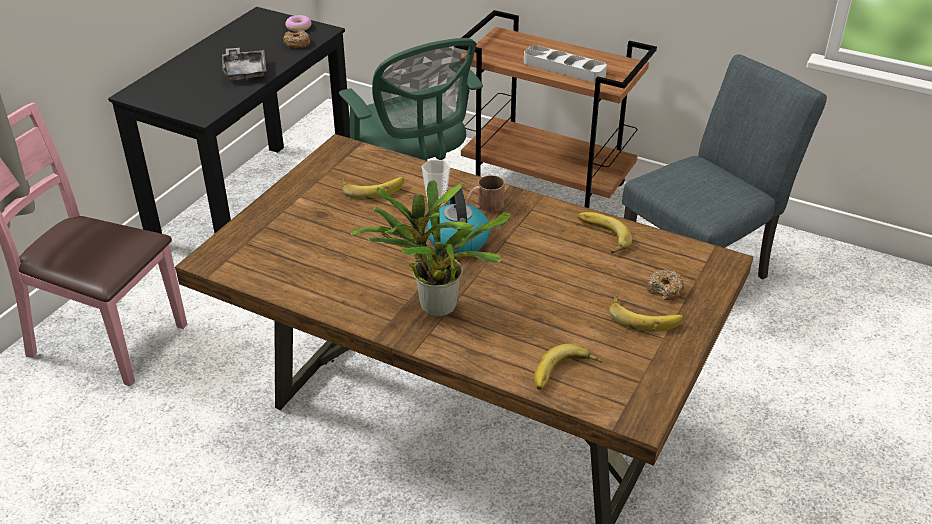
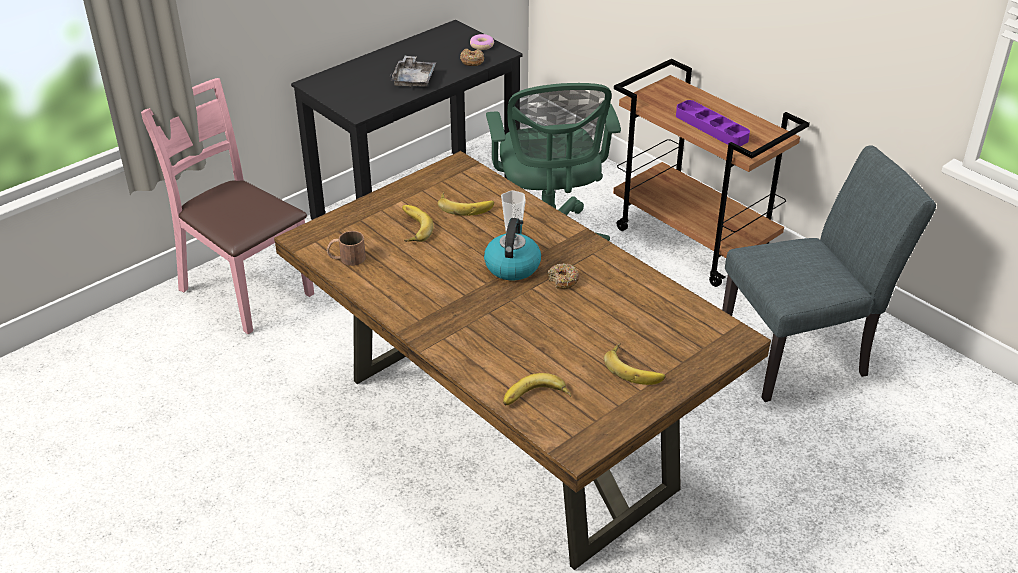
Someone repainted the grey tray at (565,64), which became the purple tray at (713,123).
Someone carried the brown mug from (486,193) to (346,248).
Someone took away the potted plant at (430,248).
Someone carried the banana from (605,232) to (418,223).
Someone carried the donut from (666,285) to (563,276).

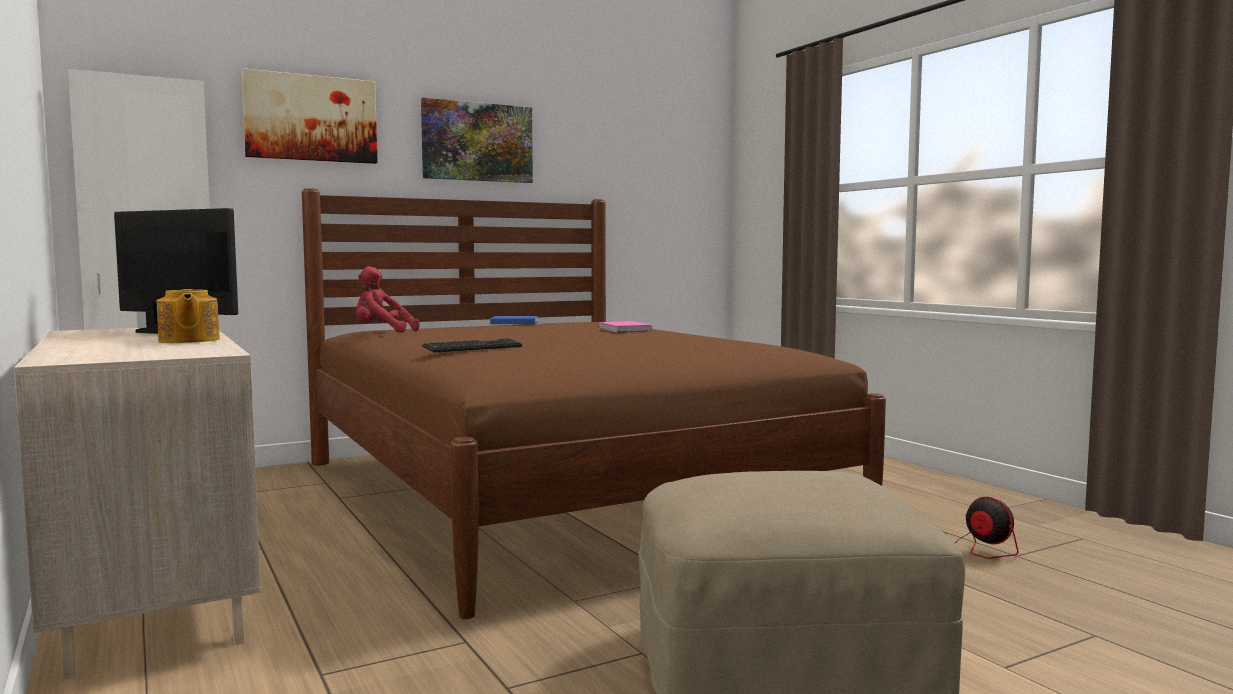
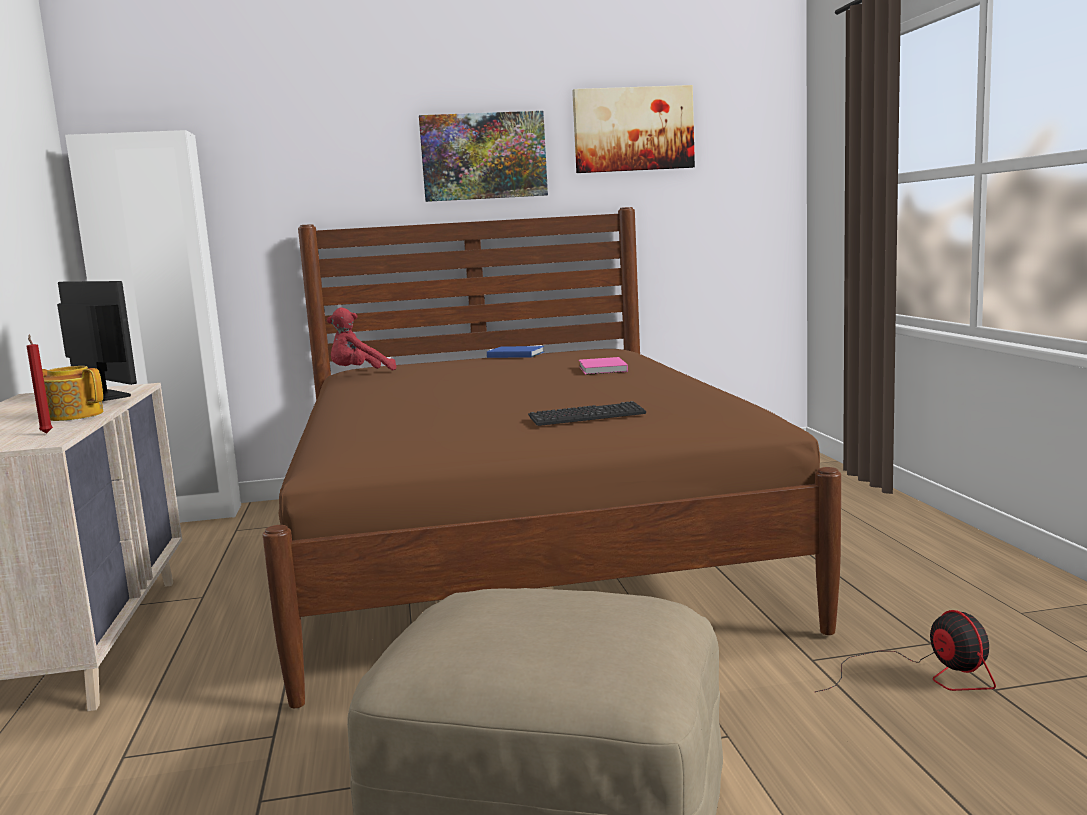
Someone carried the picture from (310,116) to (633,129).
Someone rotated the red plush toy at (387,299) by 60 degrees counterclockwise.
Someone rotated the teapot at (188,316) by 120 degrees clockwise.
Someone carried the keyboard from (472,345) to (587,413).
Someone put down the red candle at (39,384).

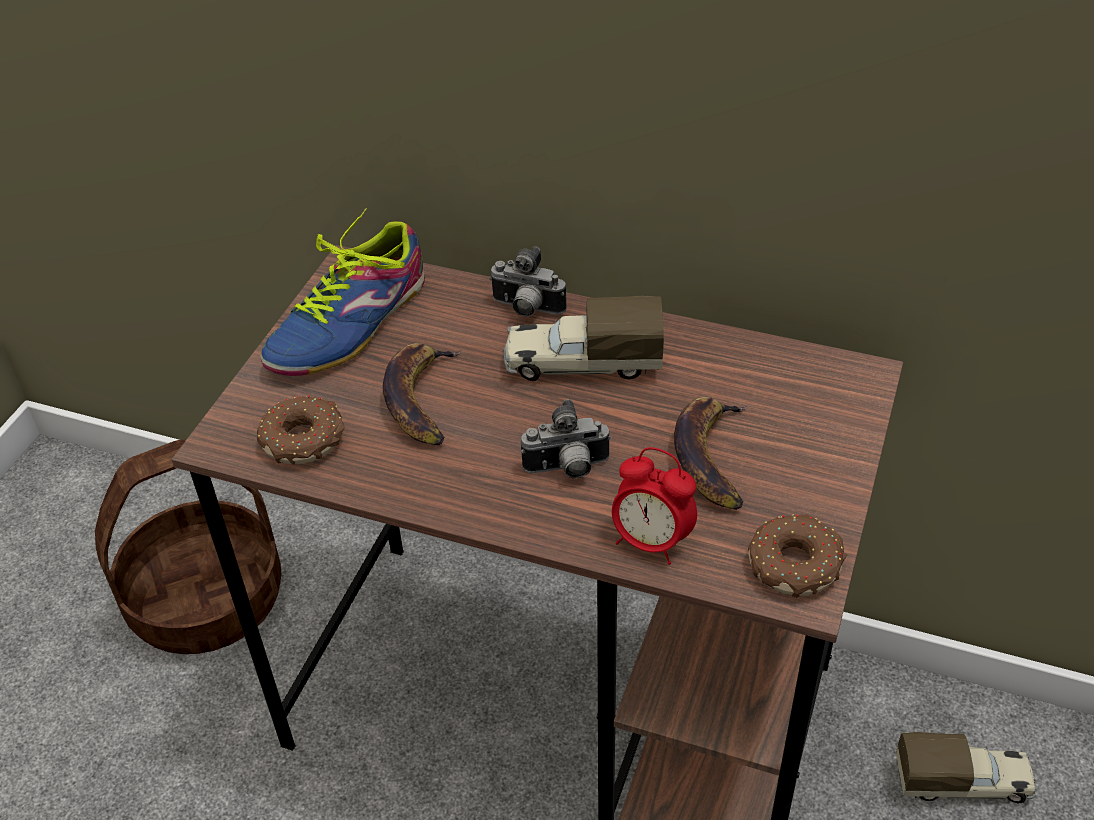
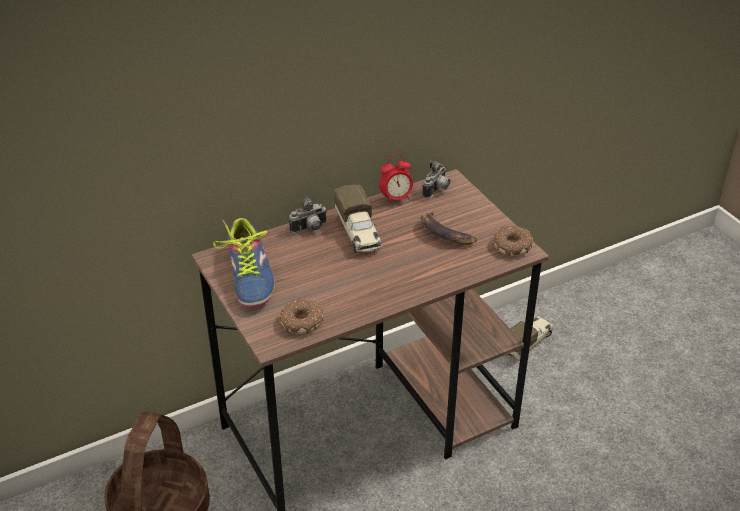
Someone rotated the toy truck at (583,338) by 60 degrees counterclockwise.
Someone took away the banana at (422,394).
Someone carried the photo camera from (566,439) to (436,179).
Someone carried the alarm clock from (654,506) to (396,180).

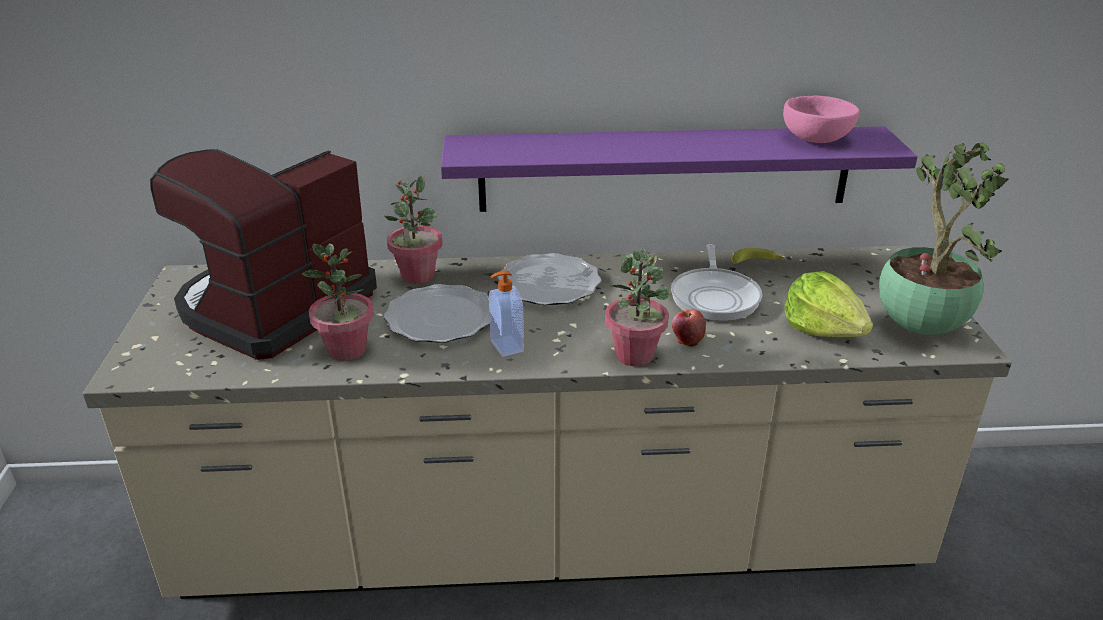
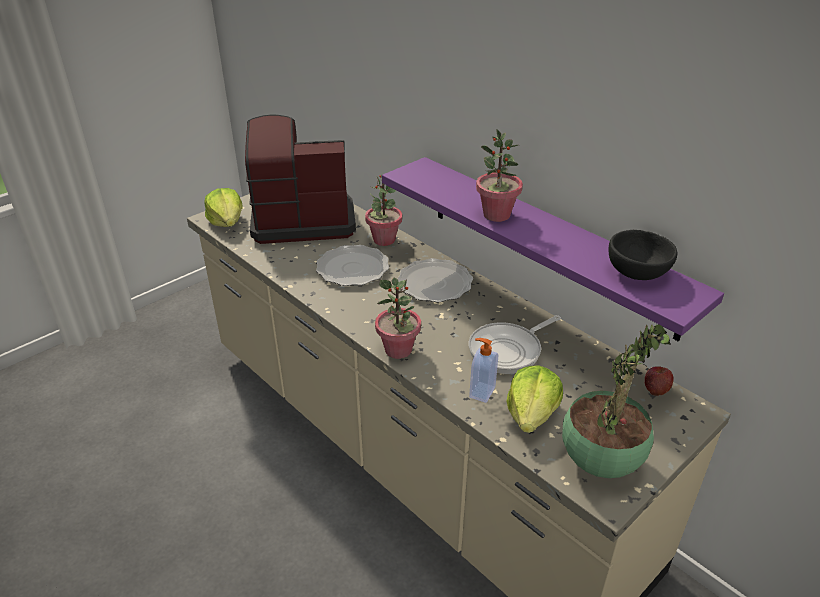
Someone repainted the pink bowl at (821,119), which became the black bowl at (643,255).
Someone carried the potted plant from (337,302) to (499,176).
Someone took away the banana at (758,256).
Someone carried the soap dispenser from (506,313) to (483,370).
Someone carried the apple from (689,328) to (659,381).
Someone put down the lettuce at (223,207).

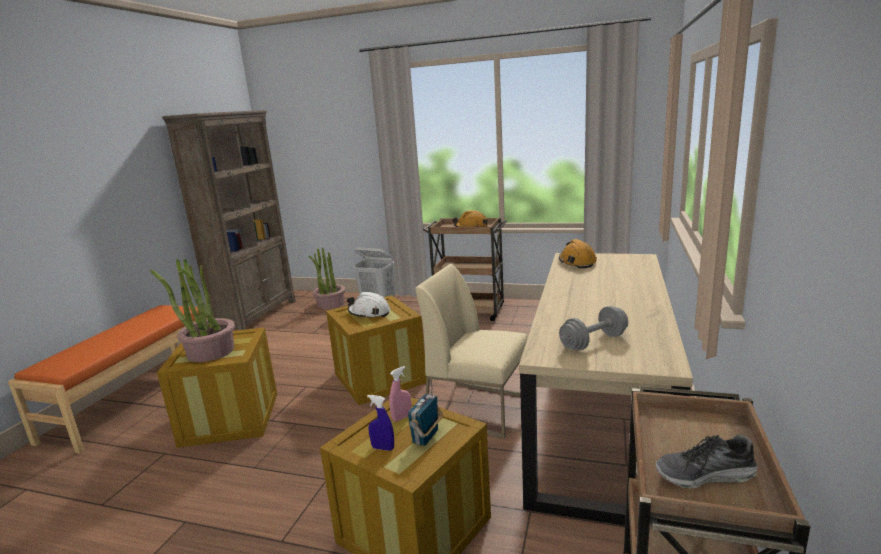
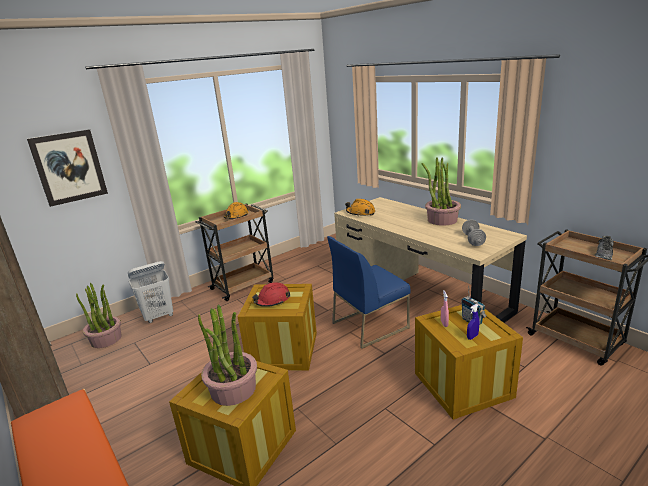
Someone repainted the beige chair at (471,351), which became the blue chair at (368,292).
Someone repainted the white hard hat at (368,305), which became the red hard hat at (271,294).
Someone put up the picture at (67,168).
Someone put down the potted plant at (441,191).

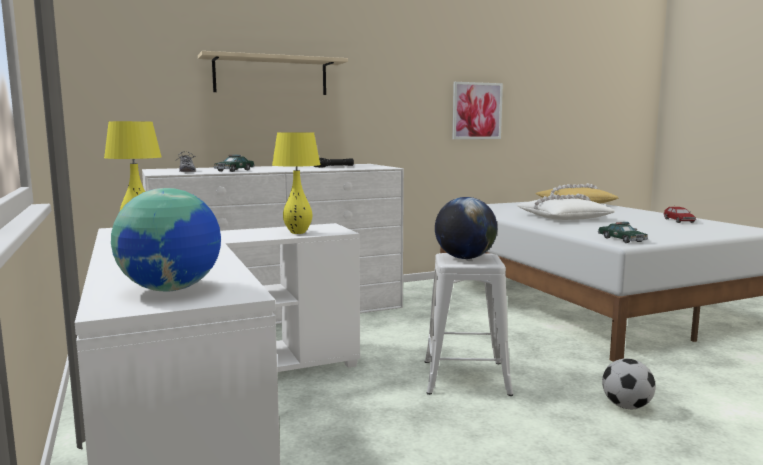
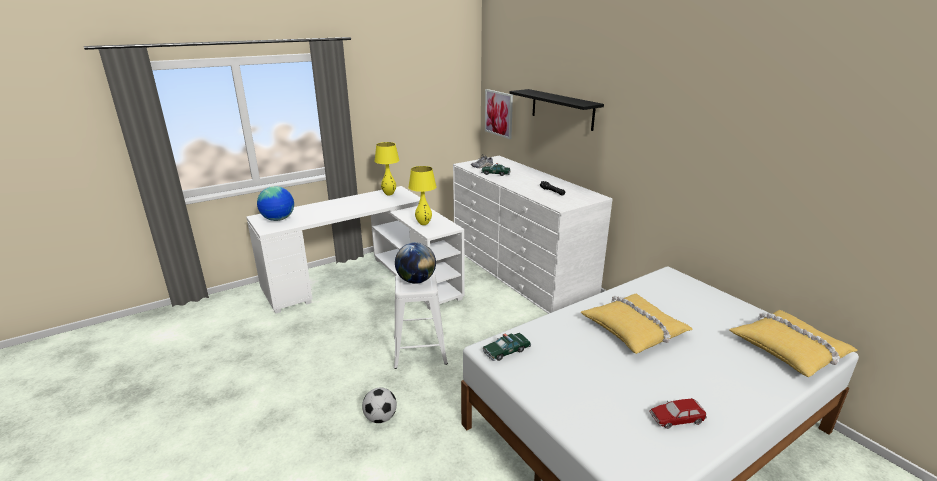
Someone repainted the beige shelf at (273,73), which became the black shelf at (557,110).
Someone carried the picture from (477,110) to (499,114).
Someone repainted the white pillow at (565,207), which became the yellow pillow at (637,324).

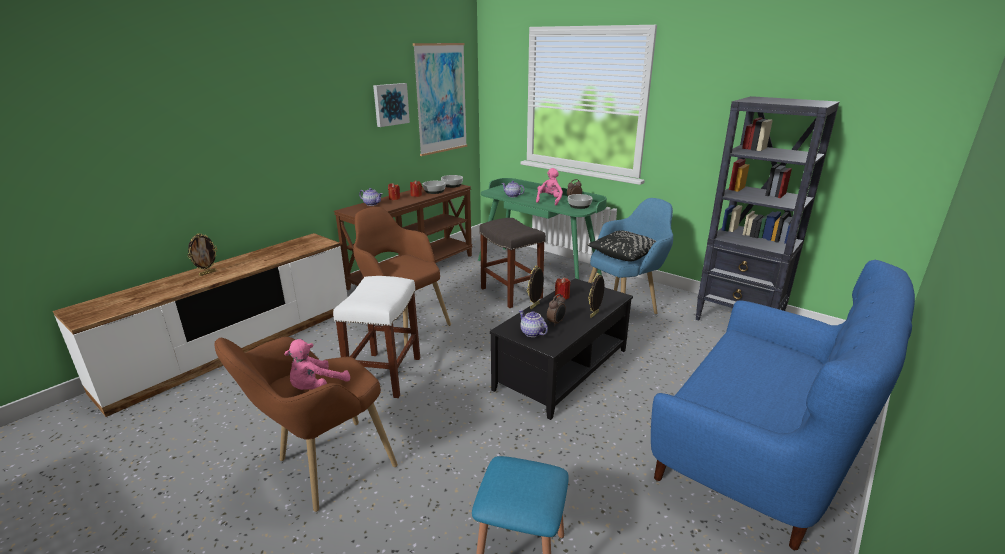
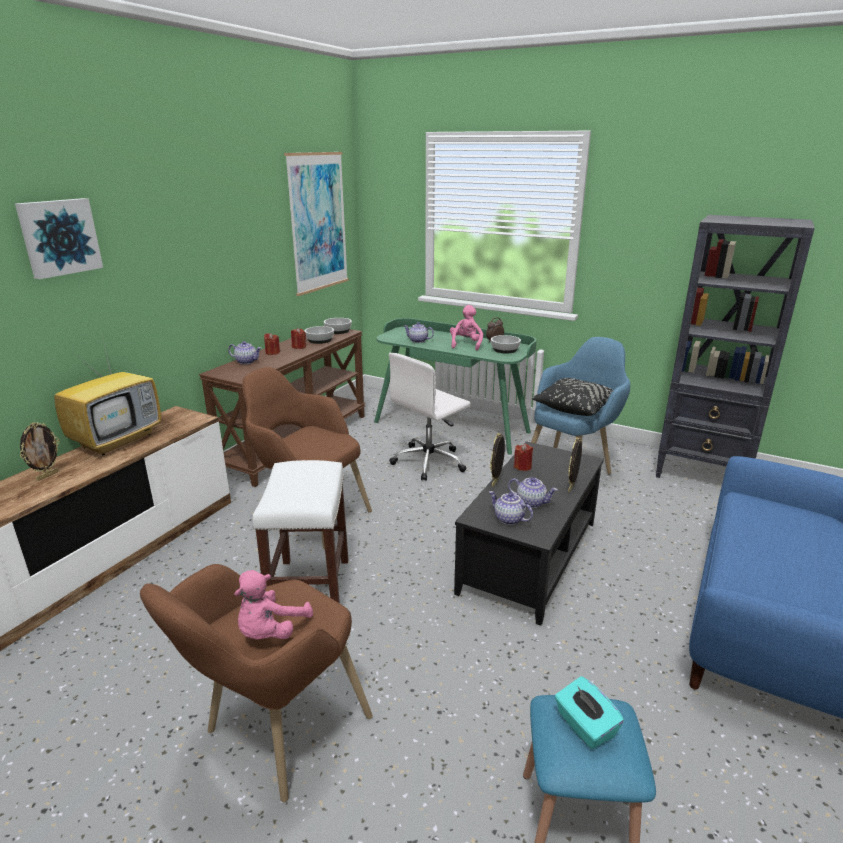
Someone carried the picture from (391,105) to (59,238).
Someone swapped the grey stool at (512,263) for the white office chair at (430,417).
Someone swapped the alarm clock at (556,310) for the teapot at (532,492).
Someone put down the television at (107,395).
Someone put down the turquoise tissue box at (589,712).

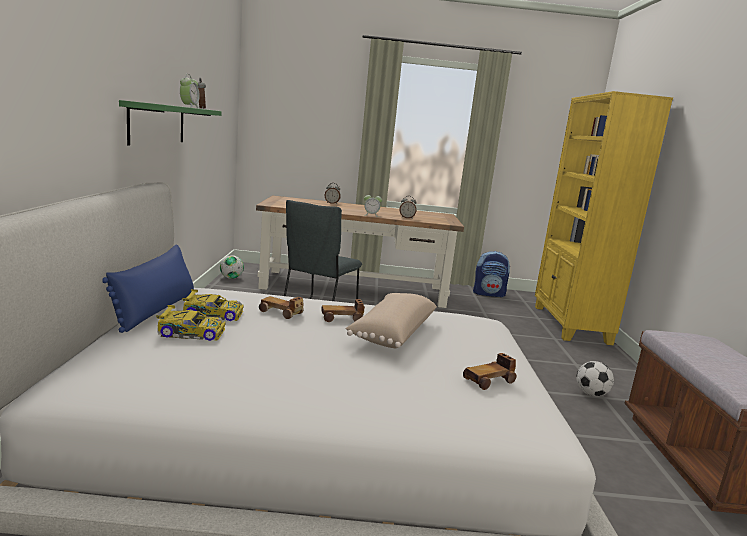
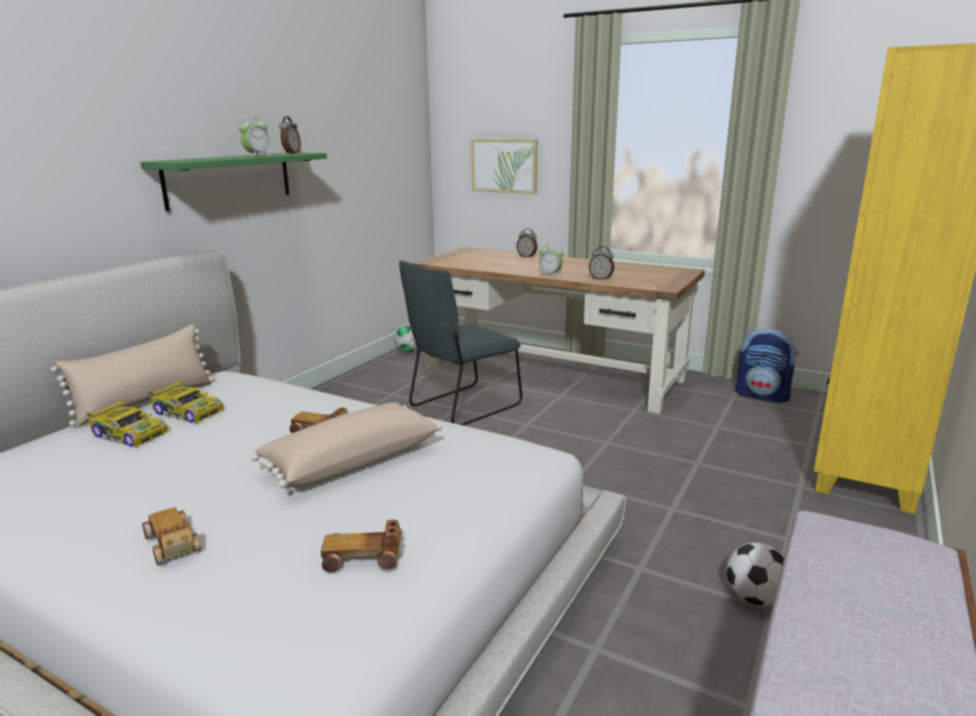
Someone repainted the blue pillow at (148,288), which became the beige pillow at (132,376).
Someone carried the toy car from (281,307) to (171,536).
Someone put up the picture at (504,166).

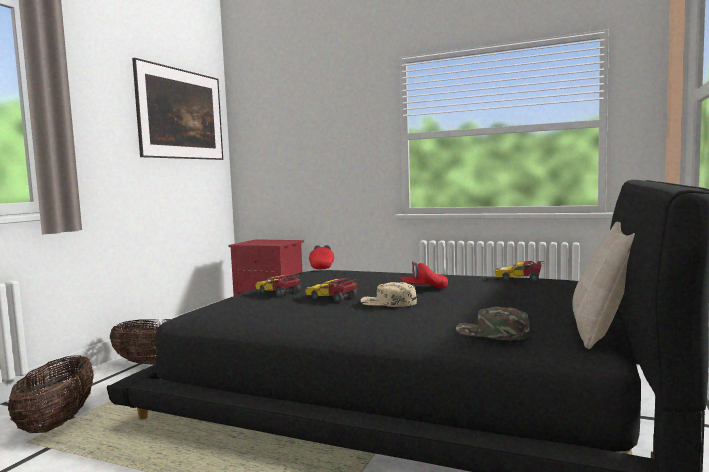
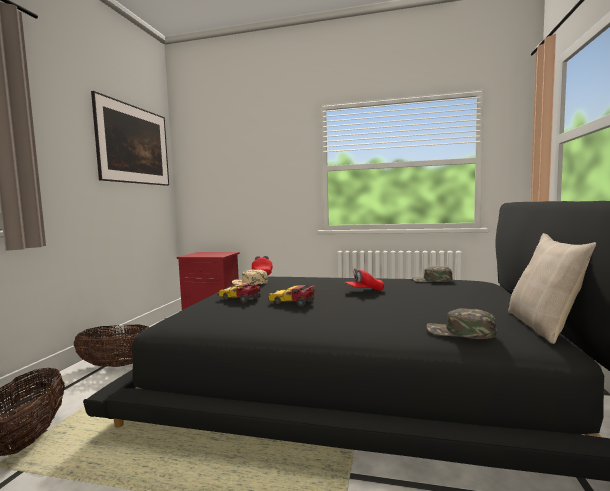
Someone swapped the toy car at (520,271) for the green cap at (432,274).
Someone carried the beige cap from (389,294) to (250,277).

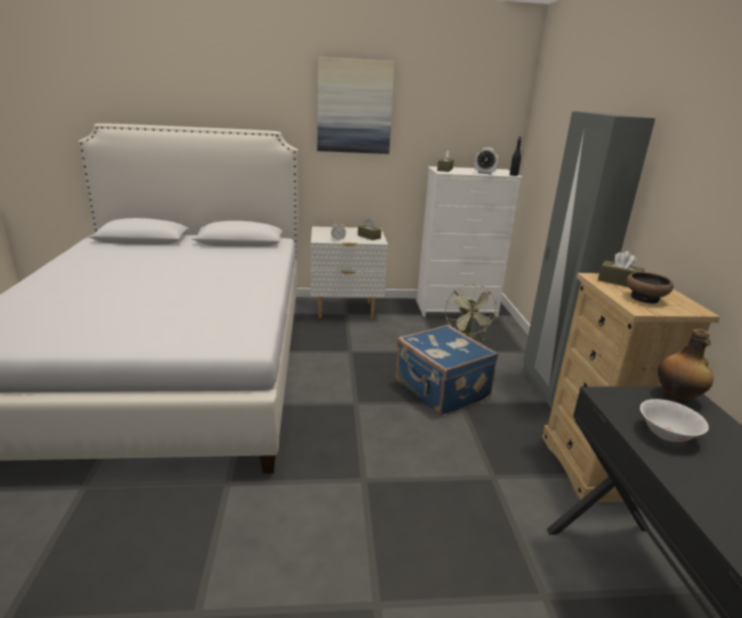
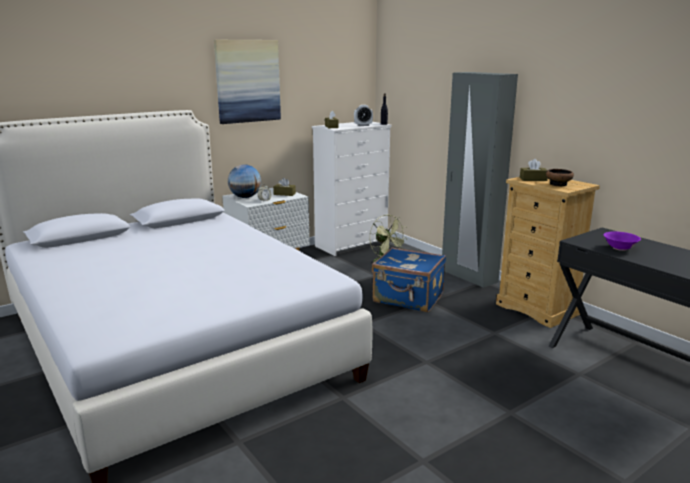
Someone took away the bottle at (685,366).
Someone repainted the white bowl at (674,420), which became the purple bowl at (622,241).
Someone put down the globe at (244,181).

